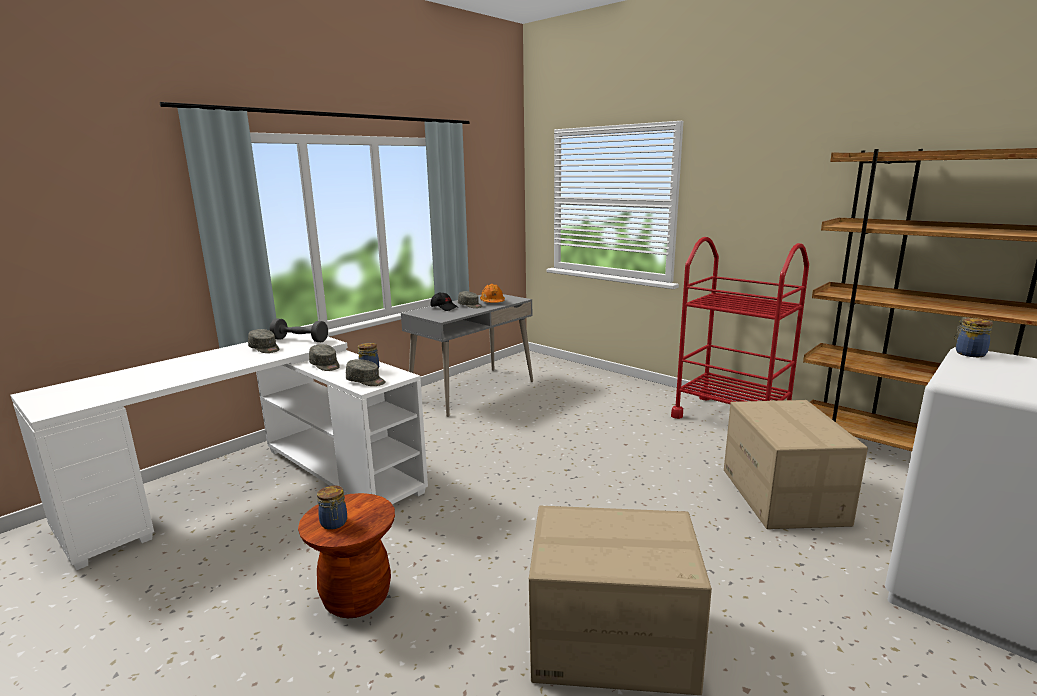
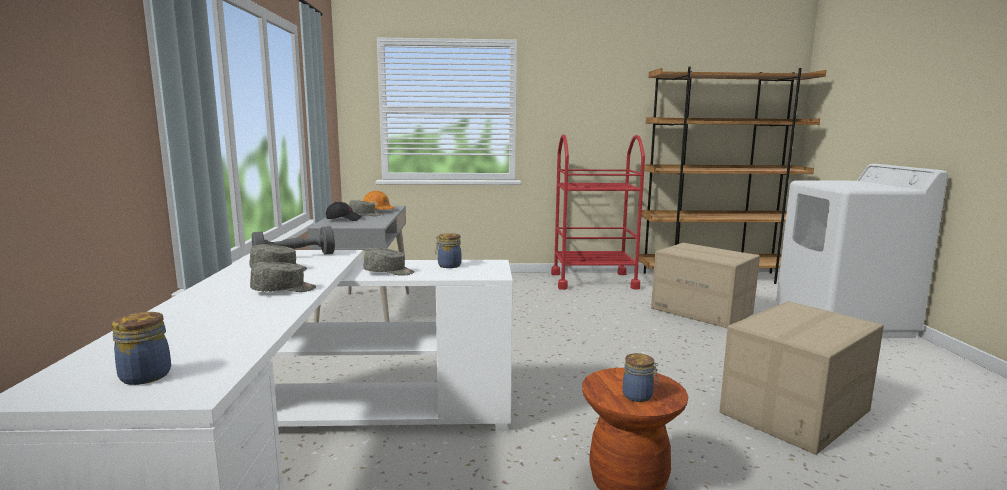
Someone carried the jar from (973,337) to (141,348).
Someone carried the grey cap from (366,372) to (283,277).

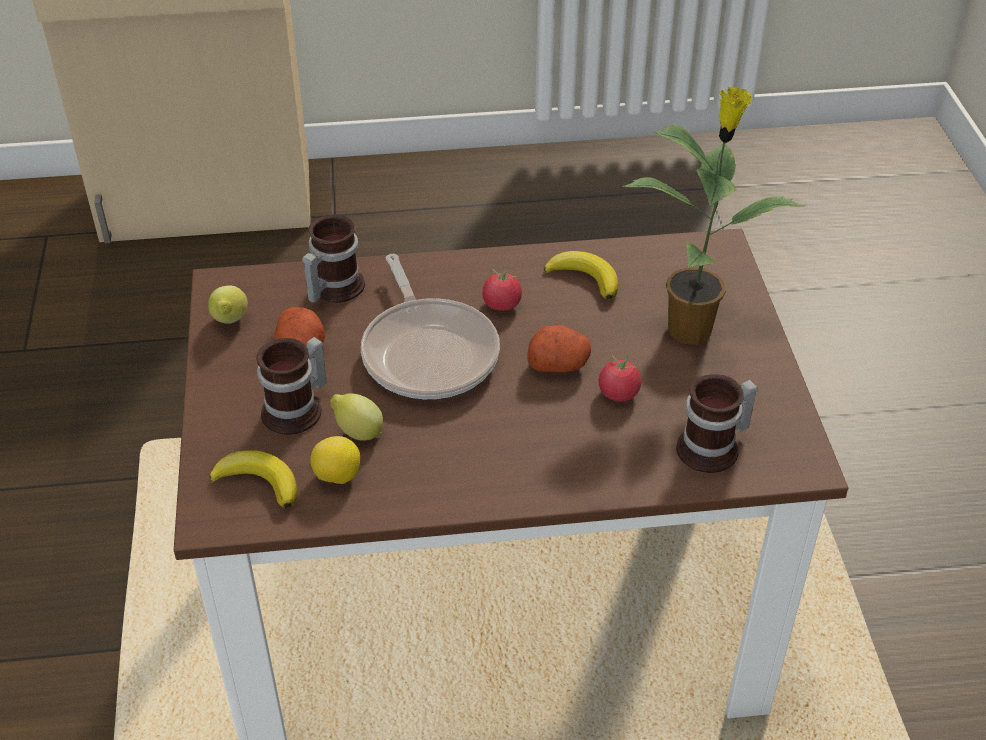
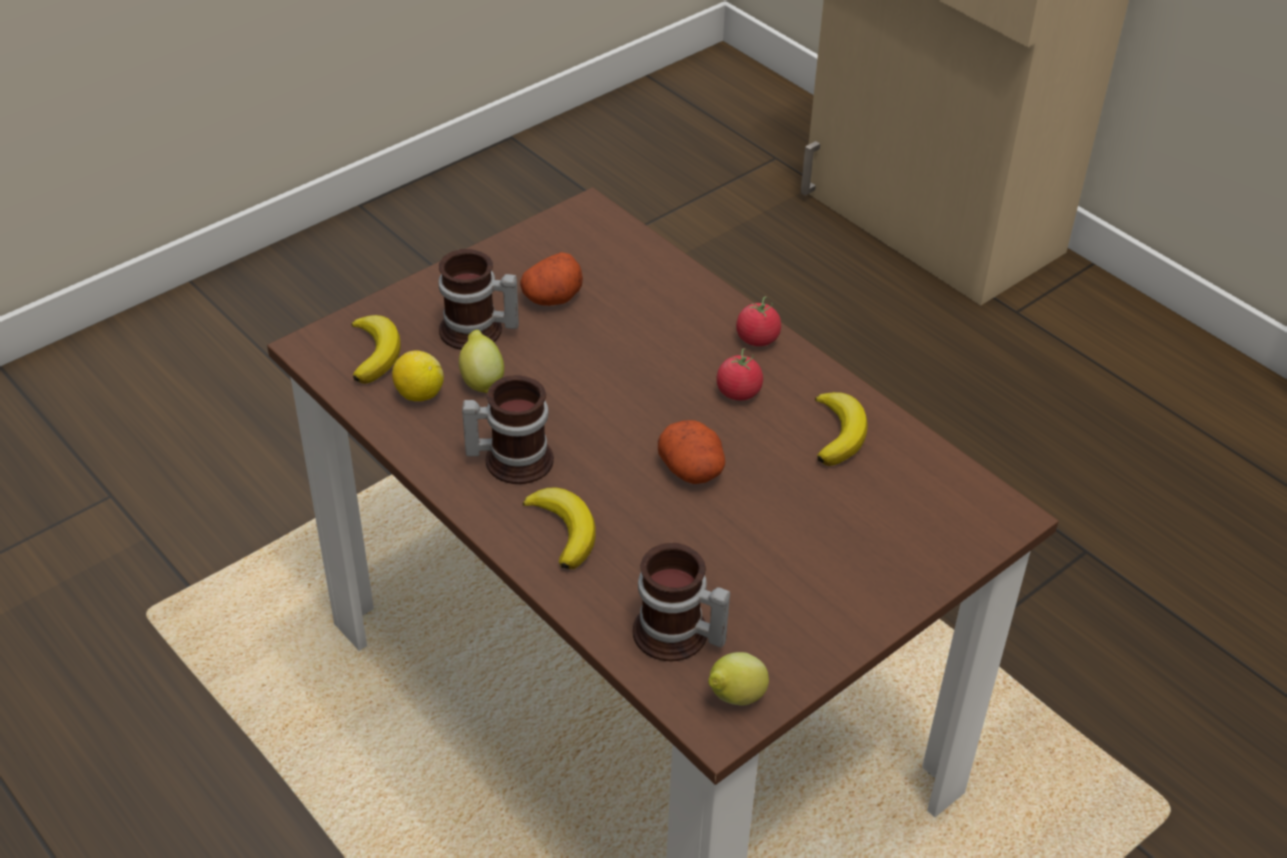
Someone took away the potted plant at (714,215).
Someone carried the mug from (333,258) to (508,429).
Someone took away the frying pan at (430,326).
Someone carried the lemon from (228,305) to (738,679).
Someone carried the tomato from (620,378) to (758,321).
Someone put down the banana at (559,528).

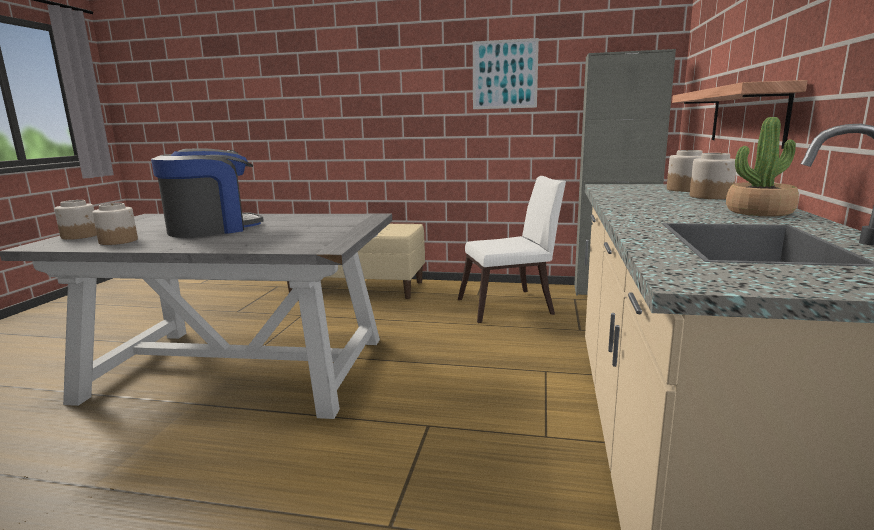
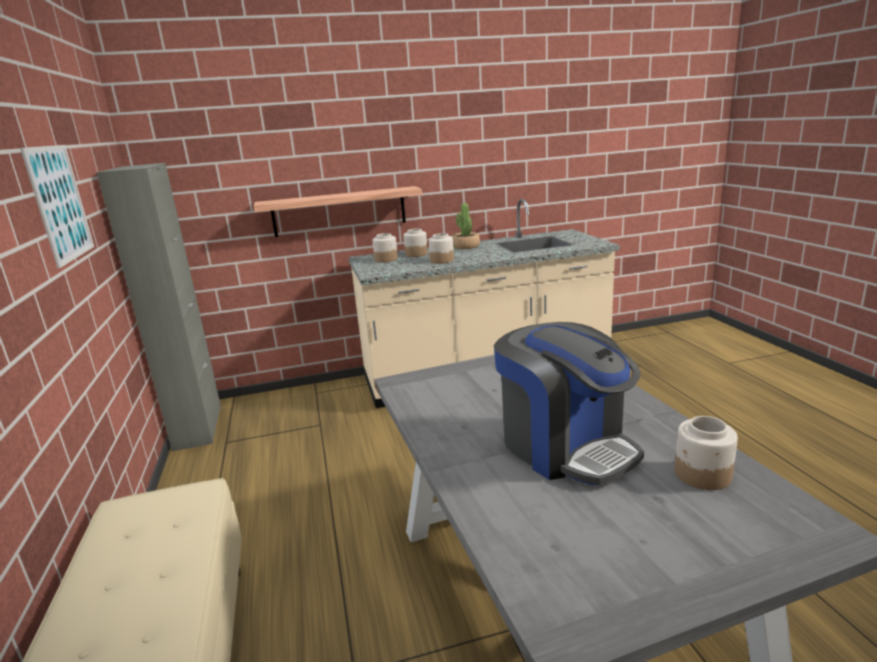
Someone rotated the coffee machine at (207,193) by 150 degrees counterclockwise.
Someone took away the white chair at (512,249).
Someone carried the jar from (75,220) to (441,248).

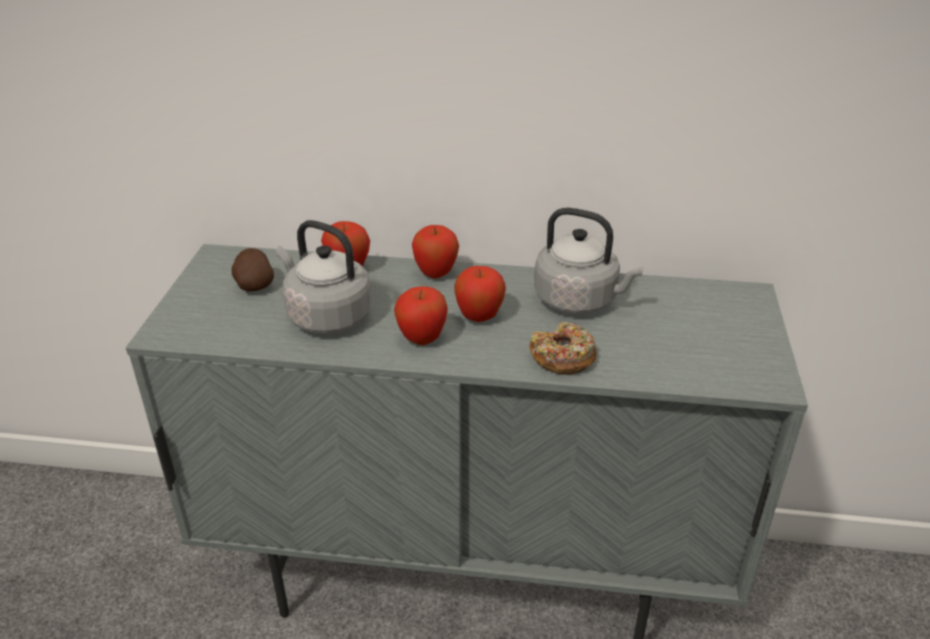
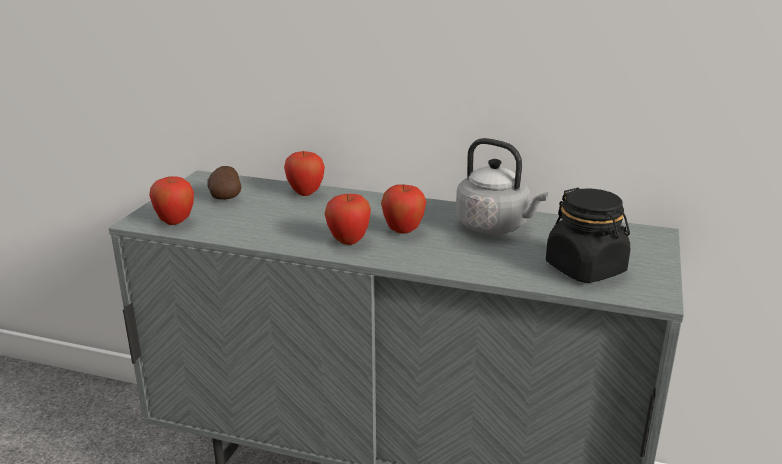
Someone took away the grey kettle at (324,277).
Someone carried the apple from (435,251) to (171,200).
Someone took away the donut at (563,348).
Someone put down the black jar at (588,235).

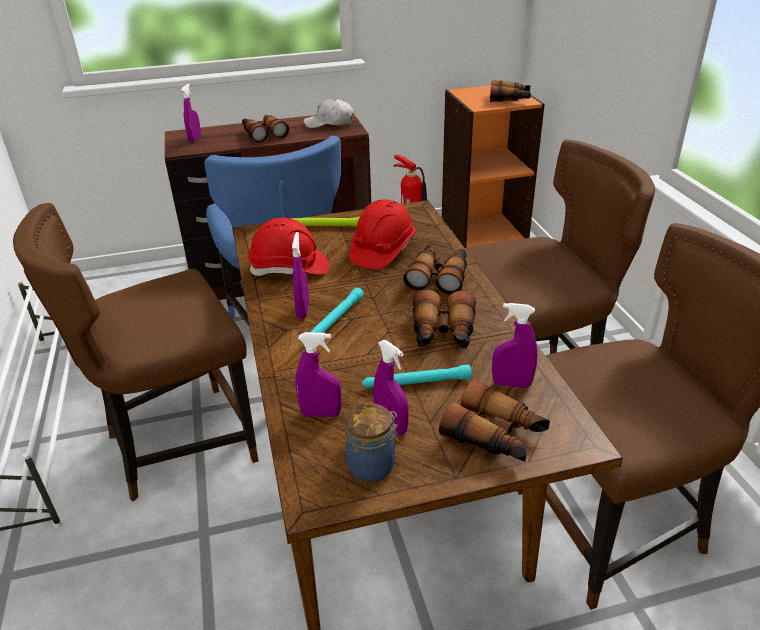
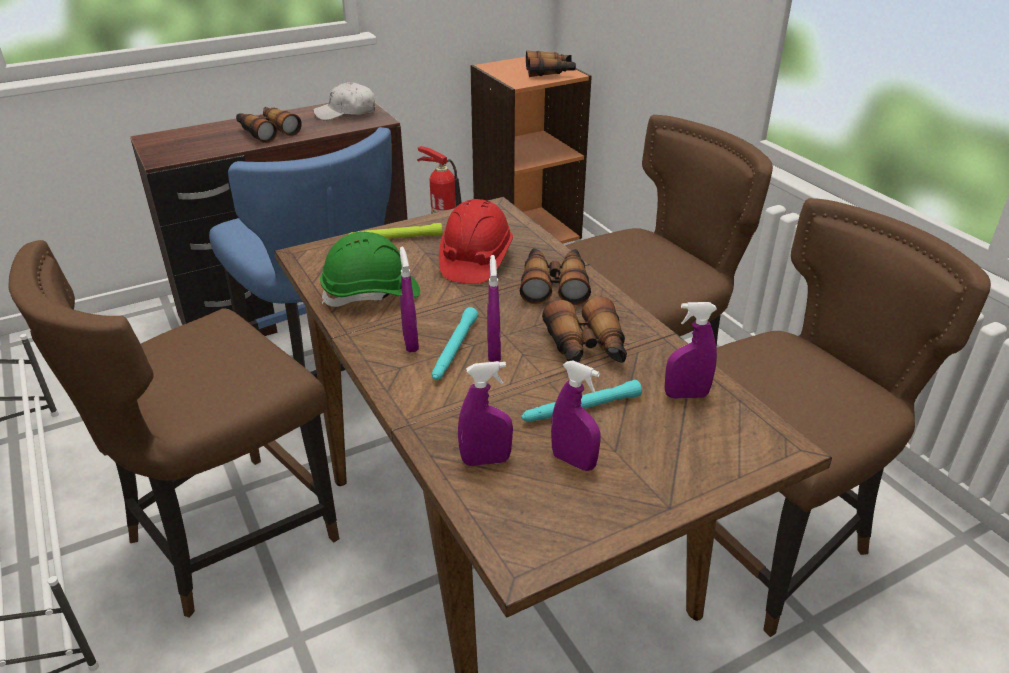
Someone carried the purple spray bottle from (191,113) to (494,308).
Someone repainted the red hard hat at (288,247), which became the green hard hat at (370,269).
Someone took away the binoculars at (494,420).
Someone took away the jar at (372,442).

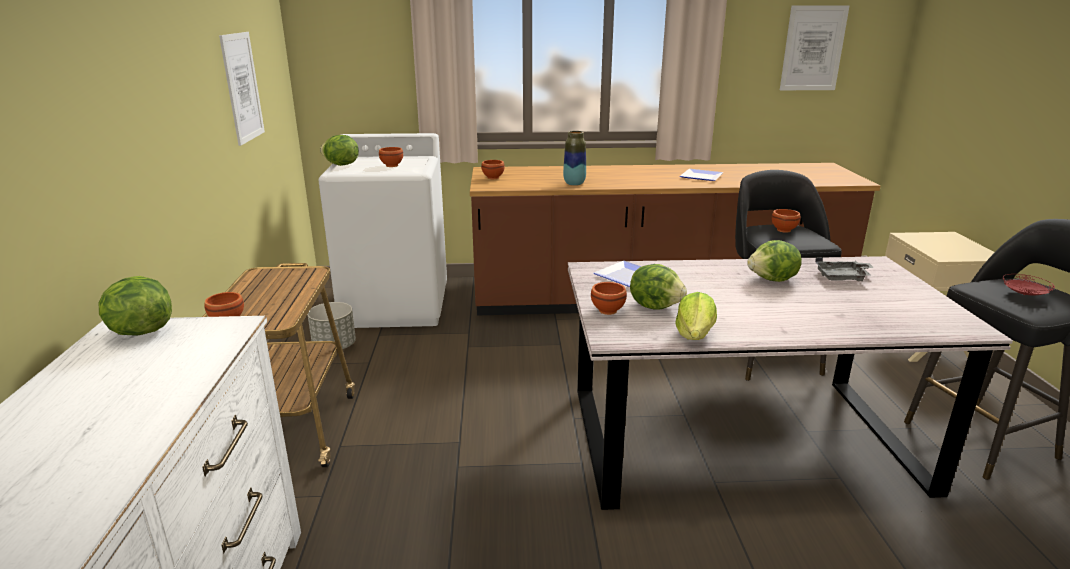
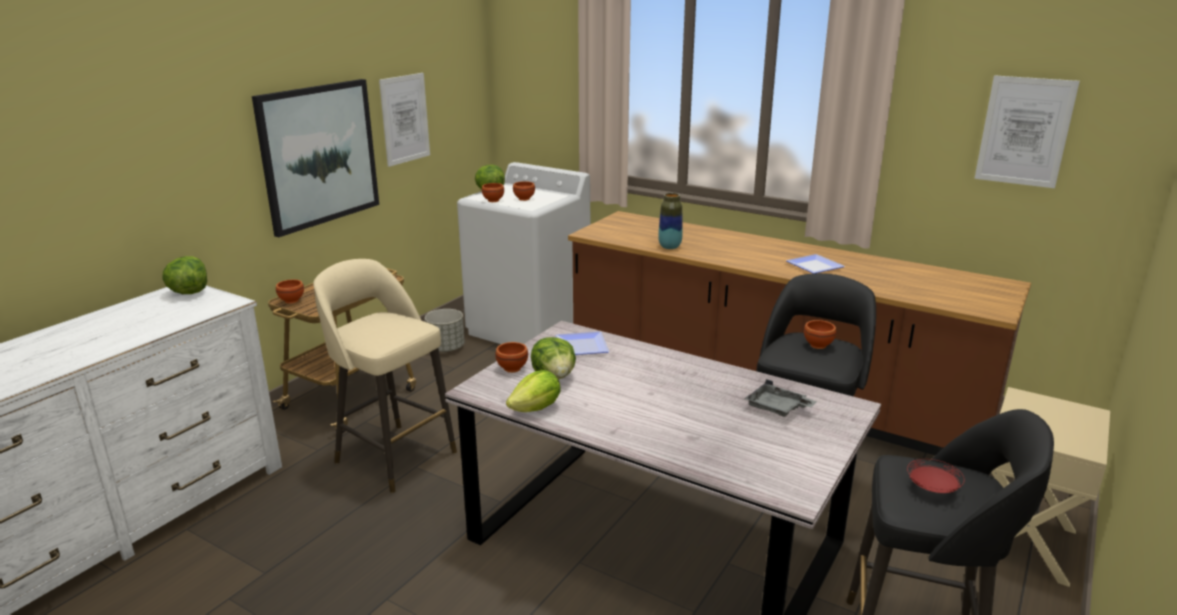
Someone carried the brown bowl from (493,169) to (493,192).
Someone took away the lettuce at (774,261).
Someone put up the picture at (315,158).
Someone put down the beige stool at (385,376).

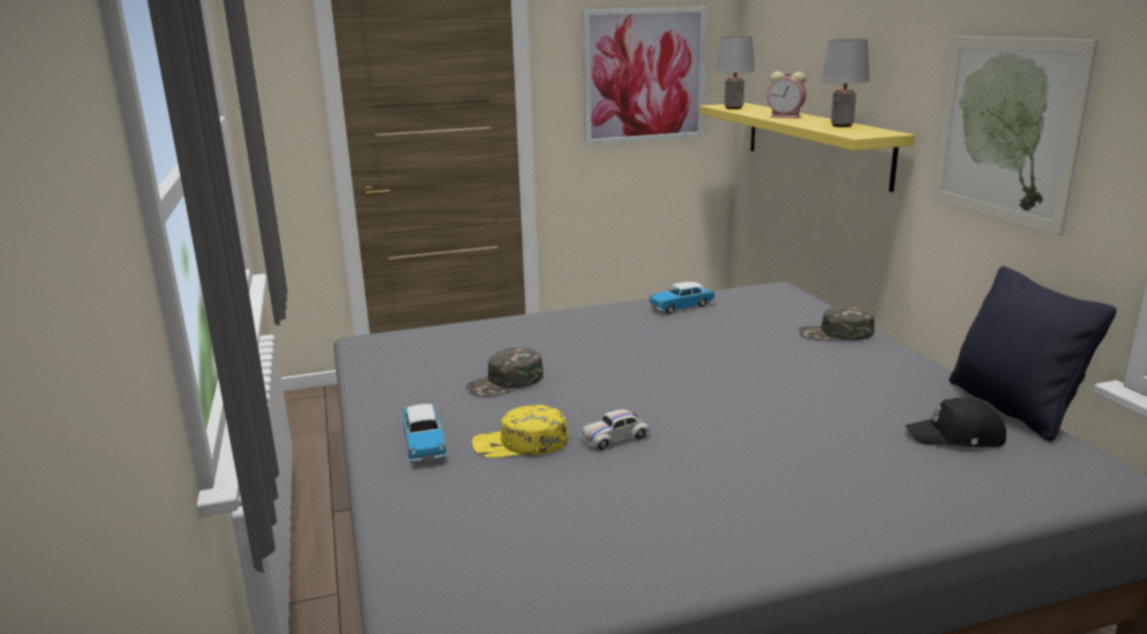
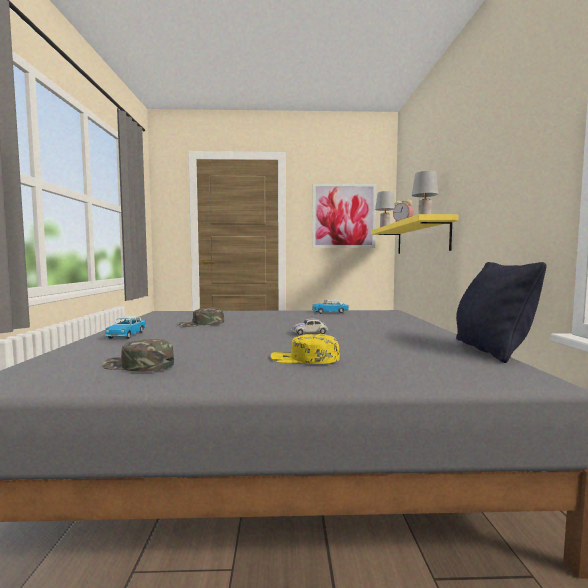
Someone took away the picture at (1016,136).
Someone carried the green cap from (836,323) to (138,355).
Someone took away the black cap at (955,422).
Someone carried the yellow cap from (520,431) to (305,349).
Someone carried the white toy car from (614,429) to (309,327).

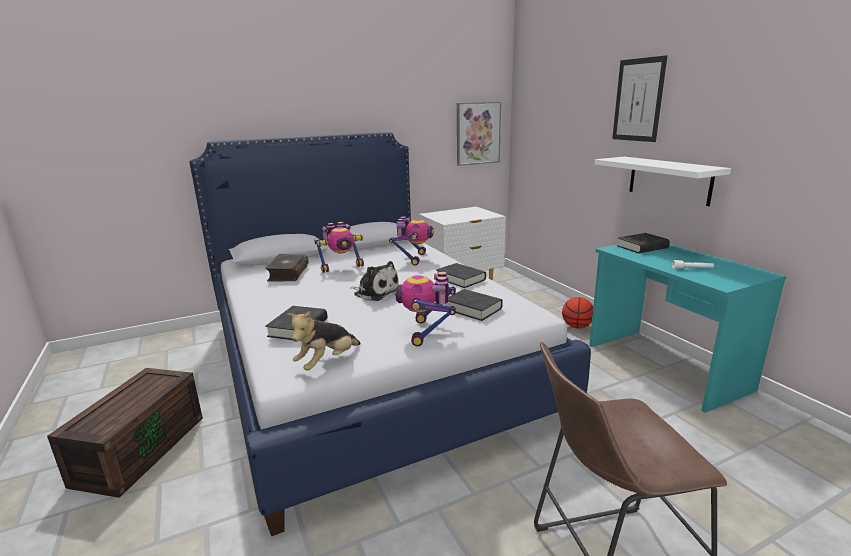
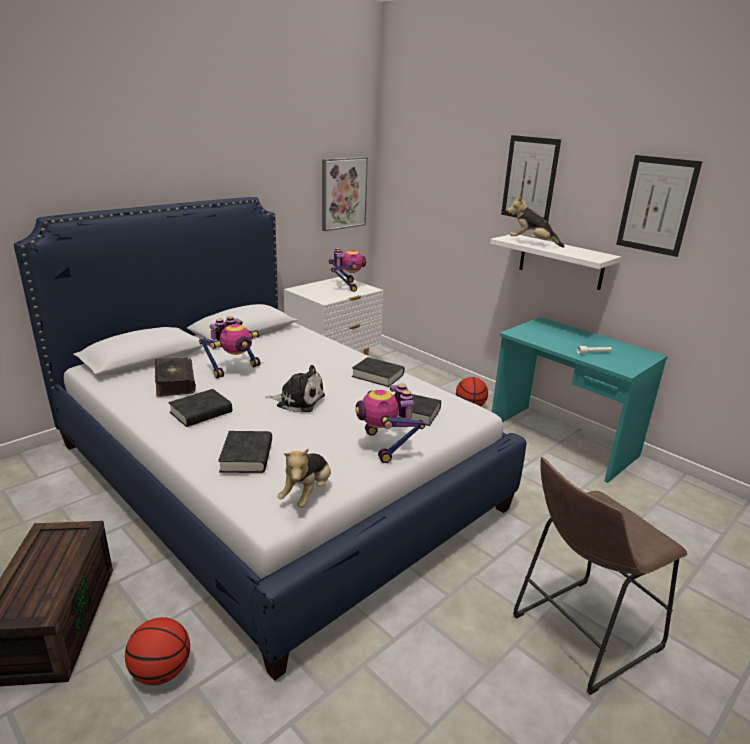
Someone carried the toy robot from (411,241) to (348,270).
Someone carried the black book from (643,243) to (200,408).
Someone put up the picture at (659,206).
Someone put down the plush toy at (536,222).
Someone put down the basketball at (157,651).

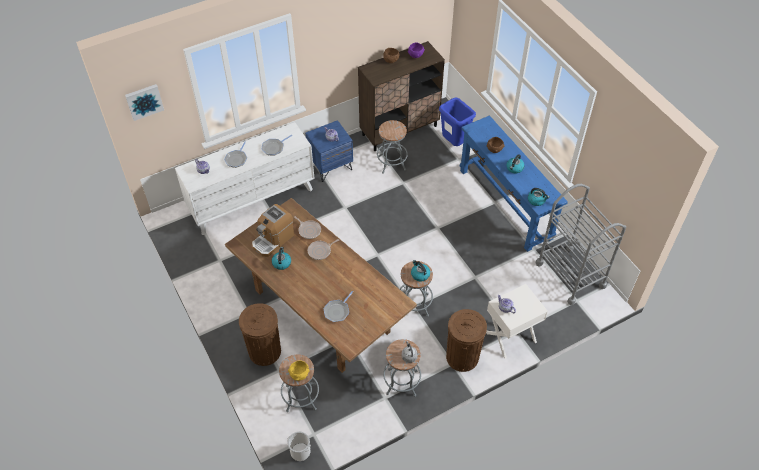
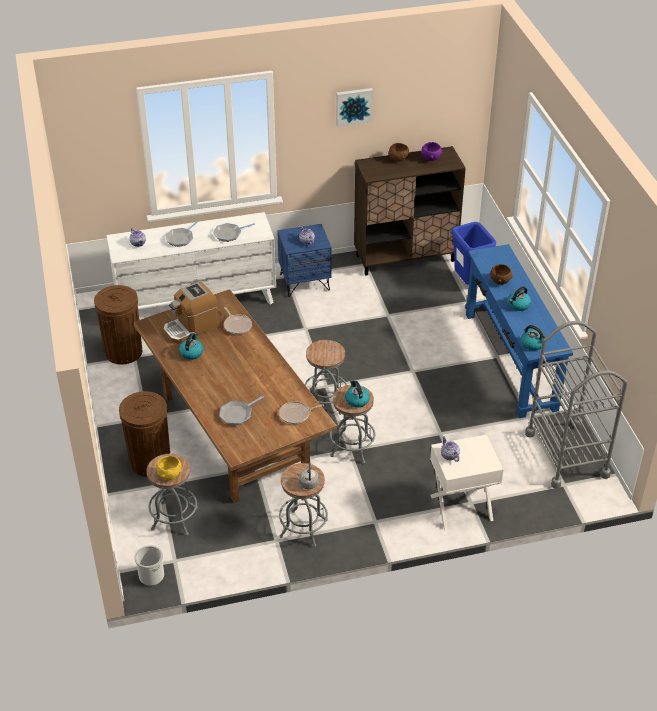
Someone carried the picture from (144,102) to (354,107).
Someone carried the grey stool from (392,147) to (326,377).
Someone carried the frying pan from (323,249) to (301,412).
Someone carried the brown trash can from (466,340) to (118,325).

